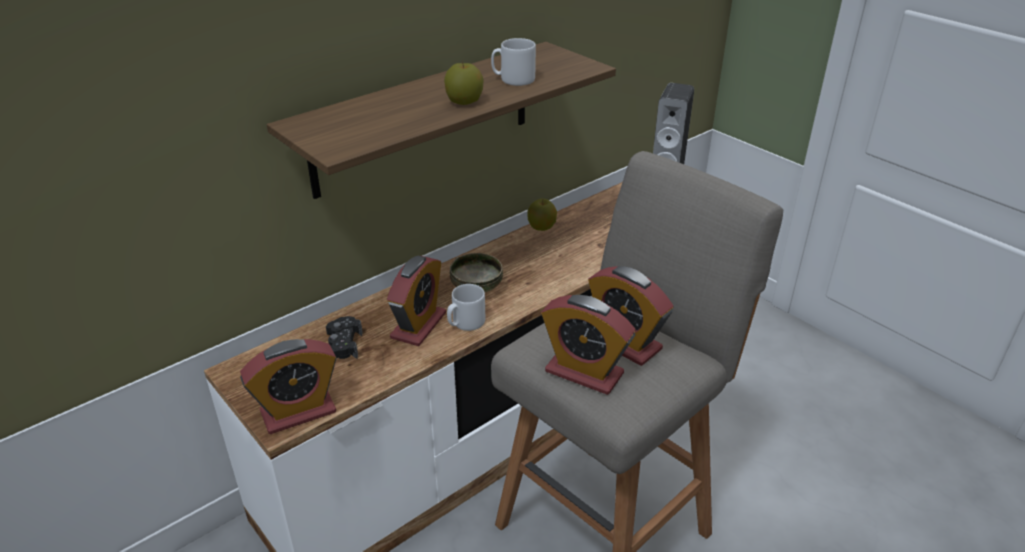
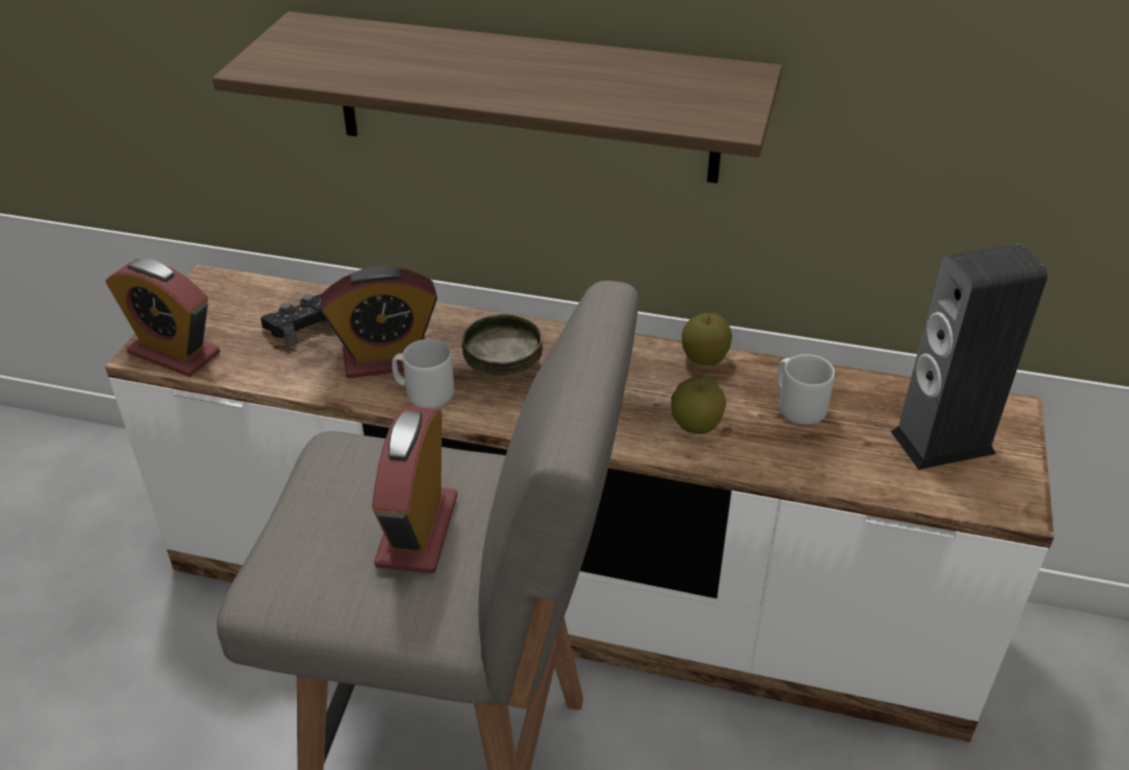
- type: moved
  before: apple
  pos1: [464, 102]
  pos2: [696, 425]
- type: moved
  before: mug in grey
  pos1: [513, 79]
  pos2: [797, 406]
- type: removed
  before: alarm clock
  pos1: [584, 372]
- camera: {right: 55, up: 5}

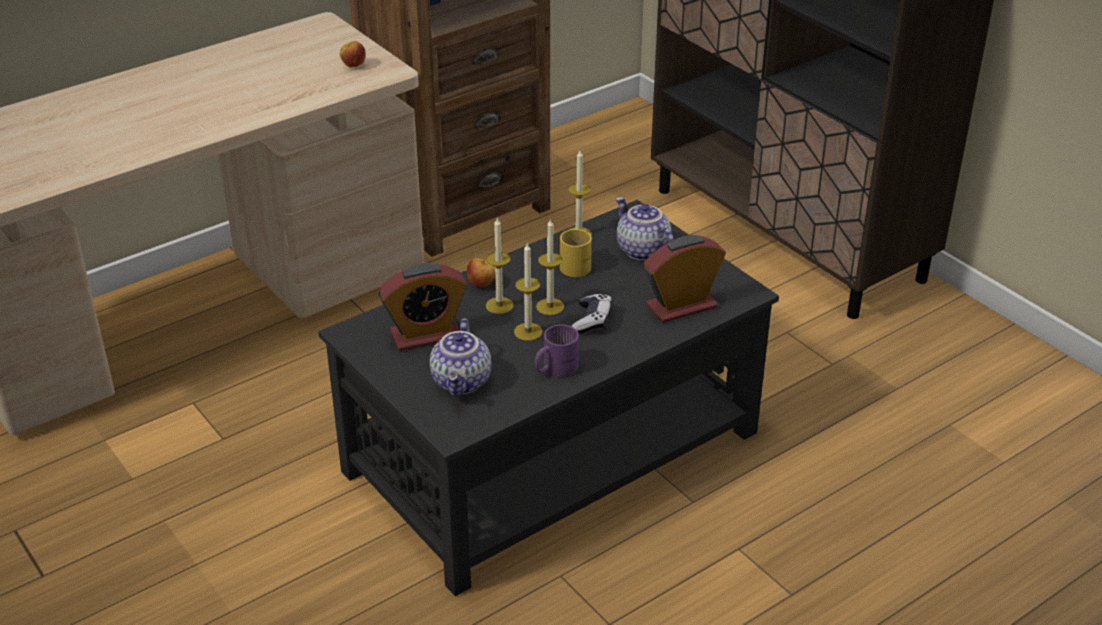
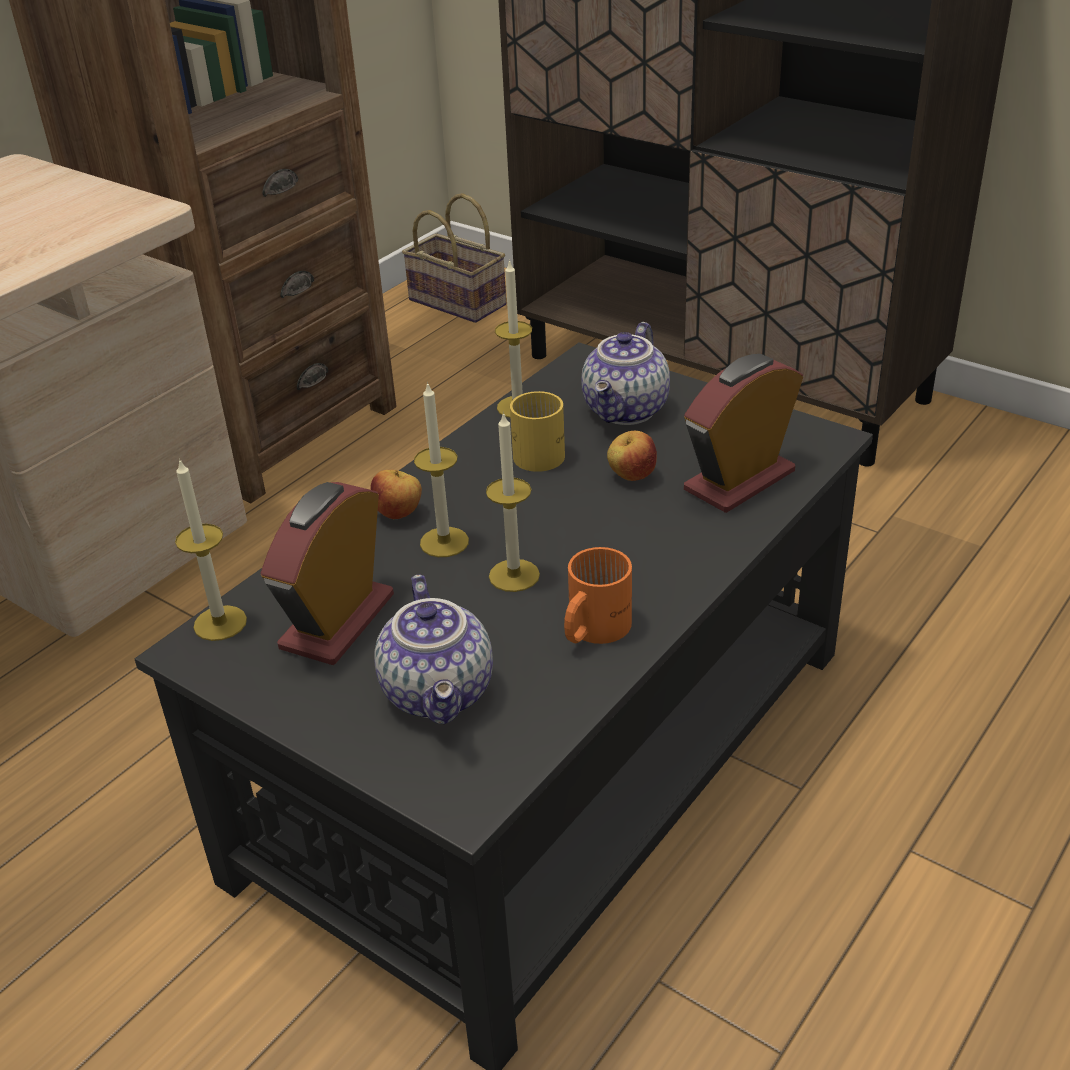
- type: moved
  before: candle
  pos1: [550, 306]
  pos2: [220, 623]
- type: turned
  before: alarm clock
  pos1: [425, 335]
  pos2: [337, 622]
  turn: 150
- type: added
  after: basket
  pos2: [460, 302]
- type: recoloured
  before: mug in purple
  after: mug in orange
  pos1: [554, 368]
  pos2: [591, 629]
- type: turned
  before: teapot
  pos1: [641, 250]
  pos2: [627, 411]
  turn: -105
- type: moved
  before: apple
  pos1: [353, 66]
  pos2: [631, 476]
- type: removed
  before: game controller
  pos1: [592, 320]
- camera: {right: -15, up: 0}

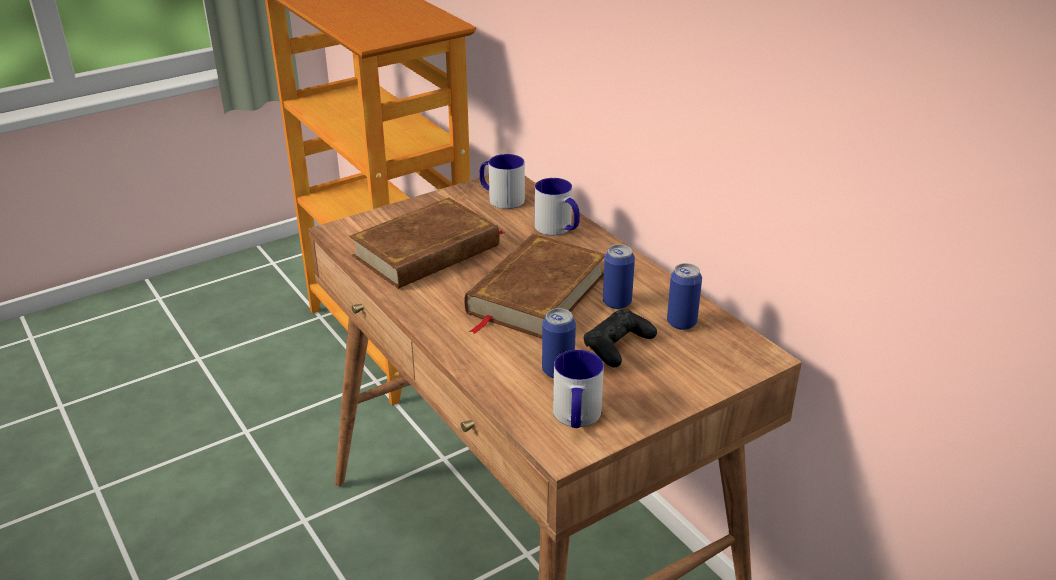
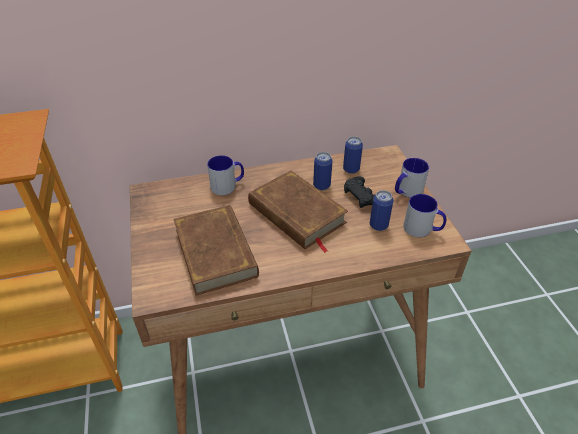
- type: moved
  before: mug
  pos1: [501, 198]
  pos2: [406, 191]
- camera: {right: -70, up: 10}

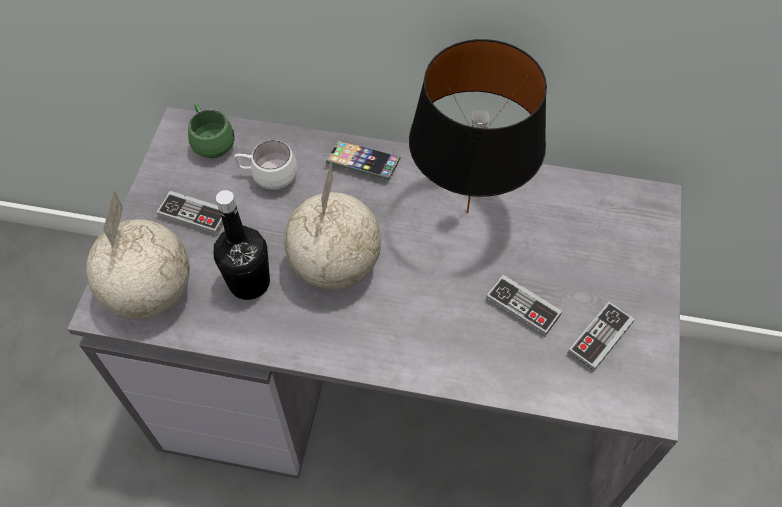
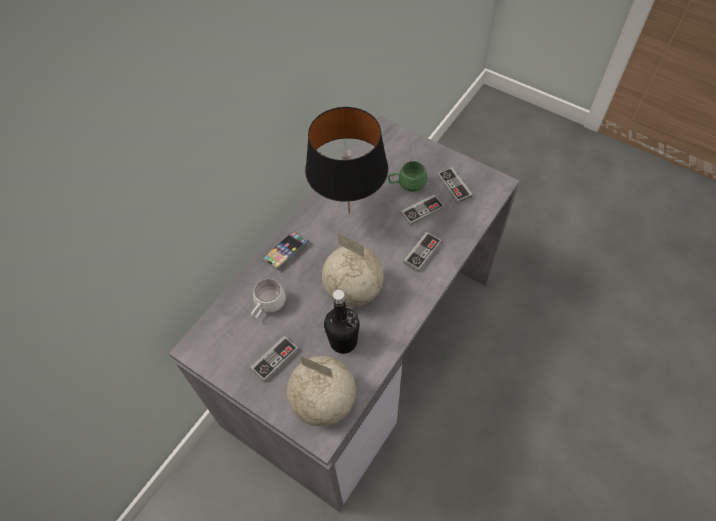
- type: moved
  before: mug in green
  pos1: [211, 142]
  pos2: [406, 185]
- type: added
  after: game controller
  pos2: [422, 253]
- camera: {right: -65, up: 0}

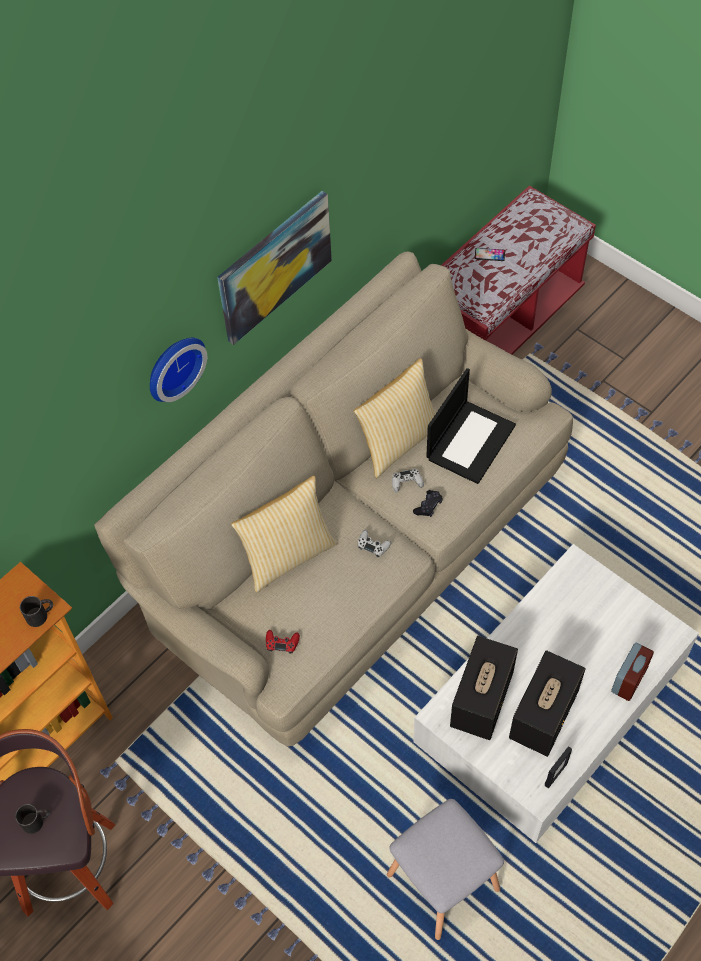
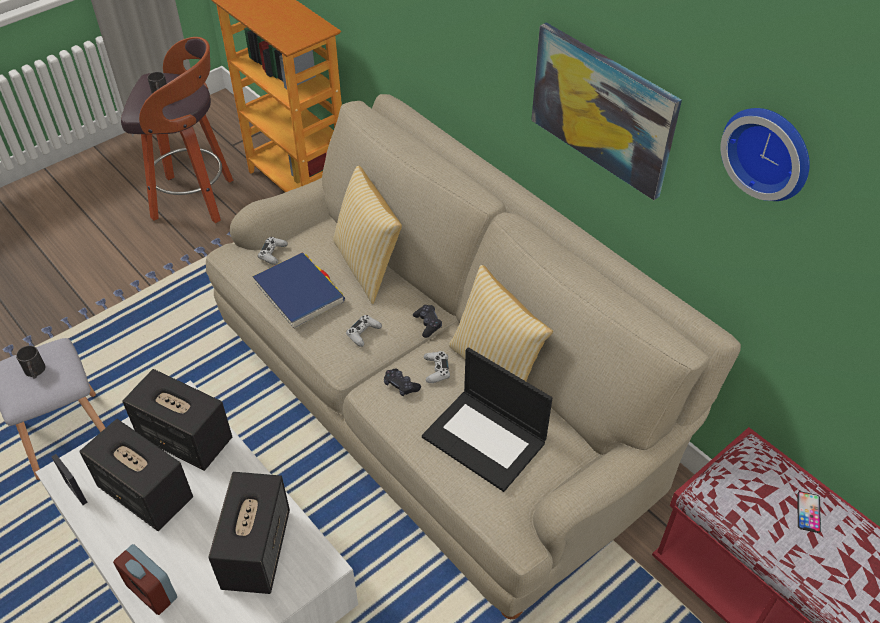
- type: moved
  before: mug in black
  pos1: [41, 615]
  pos2: [35, 372]
- type: added
  after: speaker
  pos2: [256, 549]
- type: added
  after: book in blue
  pos2: [299, 293]
- type: recoloured
  before: game controller in red
  after: game controller in white
  pos1: [282, 643]
  pos2: [273, 254]
- type: added
  after: game controller in black
  pos2: [427, 324]
- type: moved
  before: wall clock
  pos1: [173, 366]
  pos2: [769, 151]
- camera: {right: 95, up: -10}

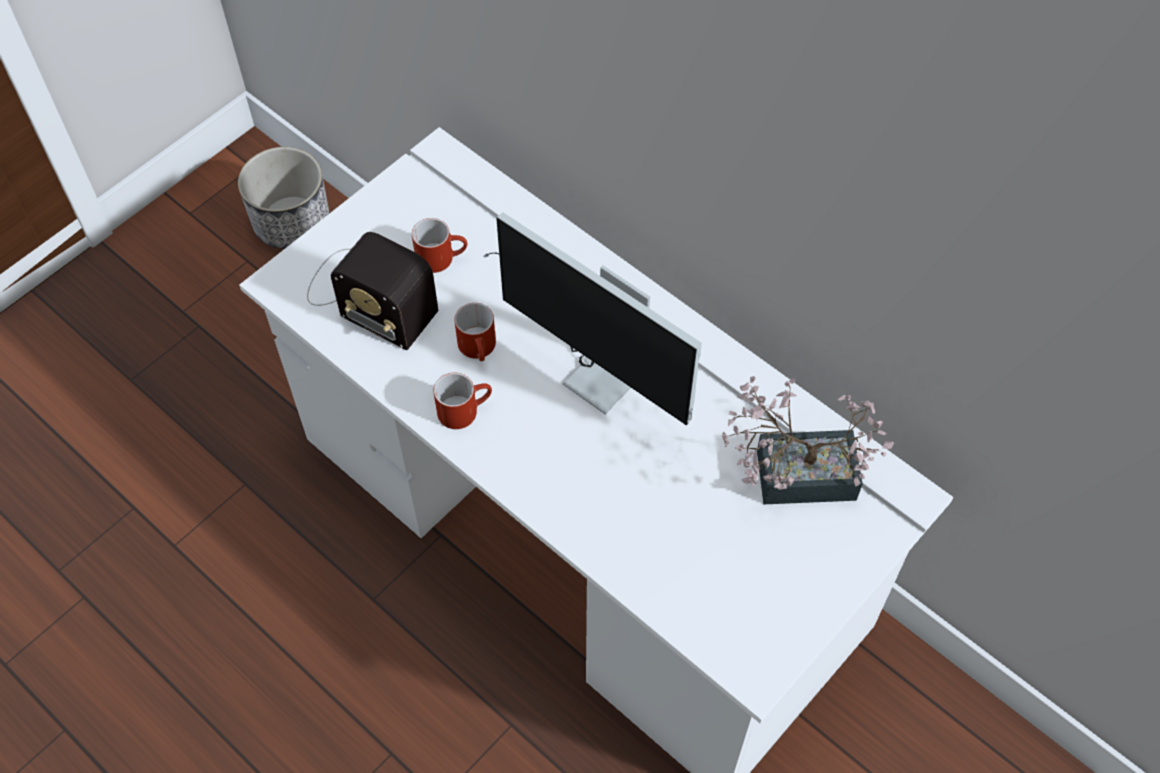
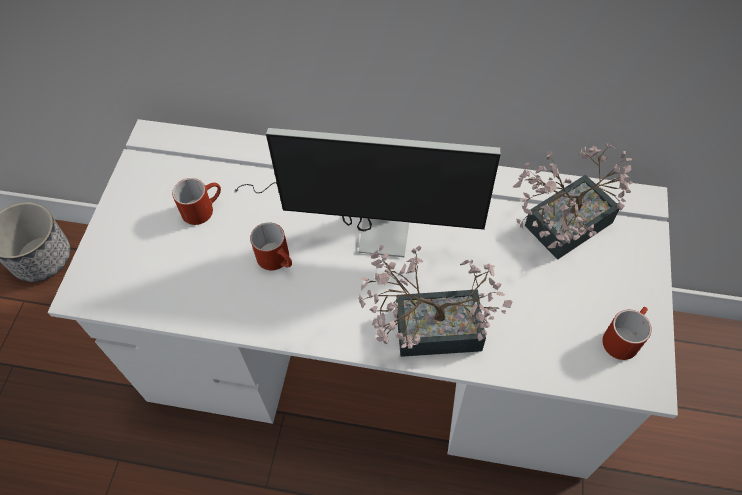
- type: added
  after: potted plant
  pos2: [426, 329]
- type: moved
  before: mug in red
  pos1: [464, 409]
  pos2: [623, 337]
- type: removed
  before: radio
  pos1: [368, 295]
- camera: {right: -30, up: 0}

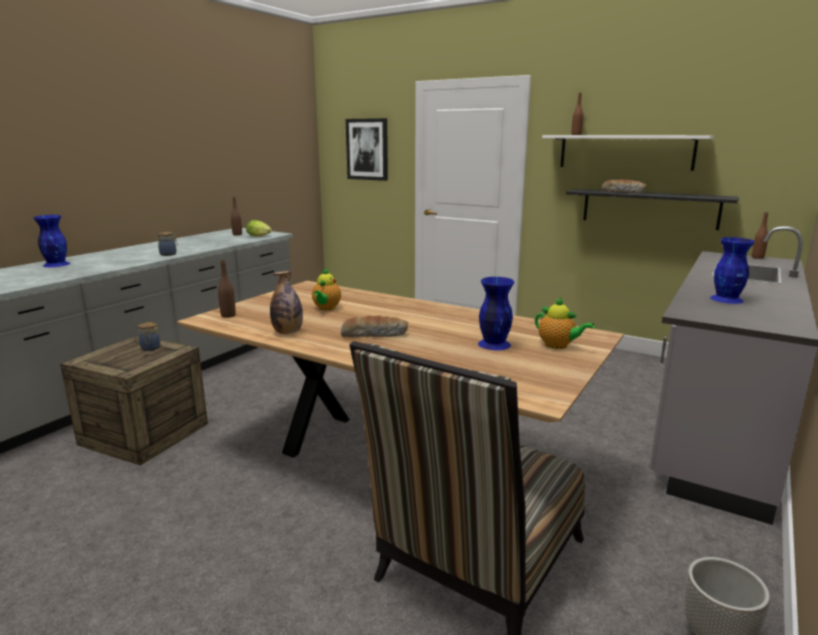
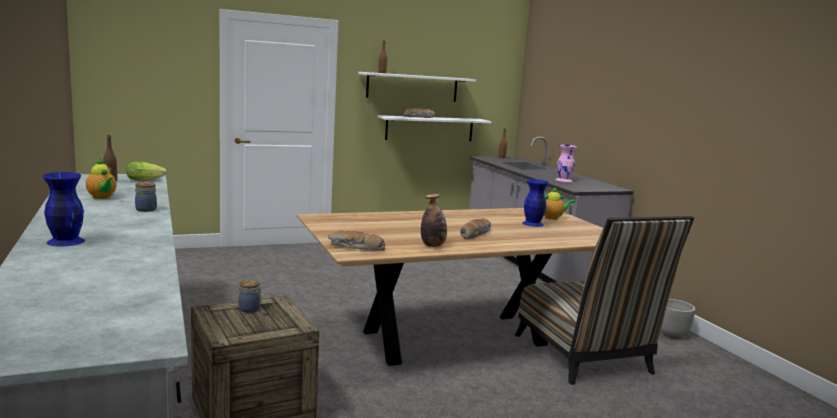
- type: moved
  before: teapot
  pos1: [326, 308]
  pos2: [102, 197]
- type: replaced
  before: bottle in brown
  after: bread
  pos1: [228, 316]
  pos2: [355, 248]
- type: recoloured
  before: shelf in black
  after: shelf in white
  pos1: [649, 208]
  pos2: [430, 128]
- type: recoloured
  before: vase in blue
  after: vase in pink
  pos1: [727, 299]
  pos2: [564, 180]
- type: removed
  before: picture
  pos1: [367, 149]
- camera: {right: -55, up: -5}

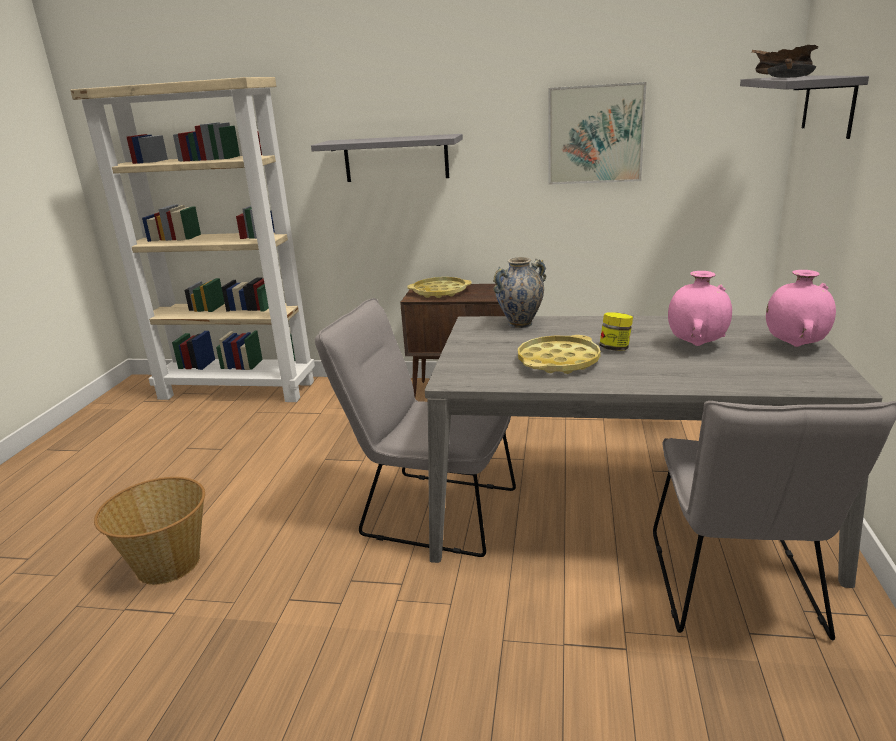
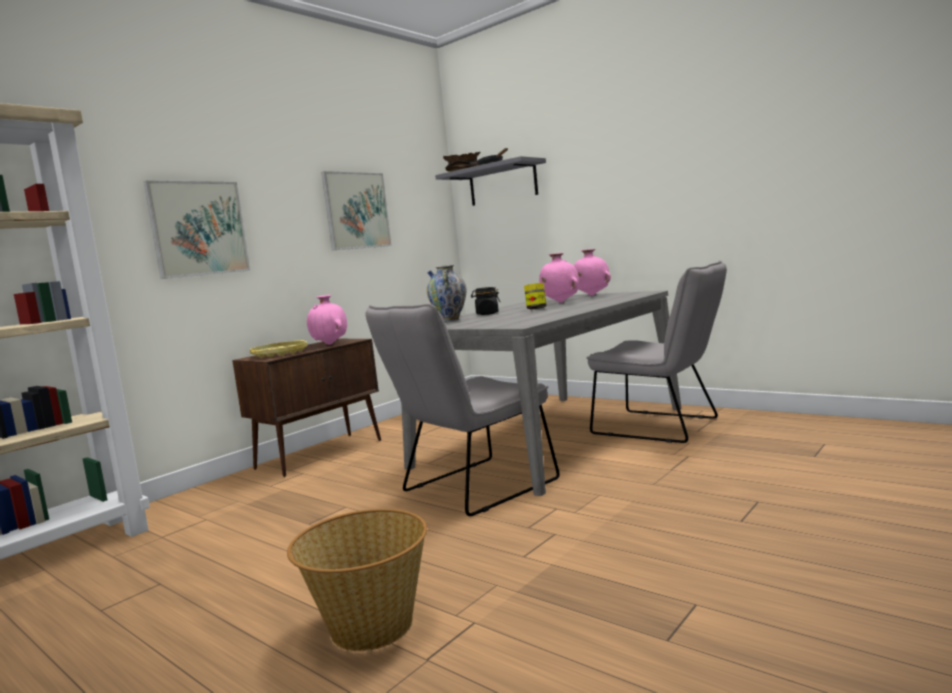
- type: replaced
  before: shelf in grey
  after: picture
  pos1: [396, 158]
  pos2: [198, 228]
- type: added
  after: vase in pink
  pos2: [330, 344]
- type: added
  after: jar in black
  pos2: [487, 314]
- type: removed
  before: tray in yellow
  pos1: [558, 361]
- camera: {right: -60, up: -15}

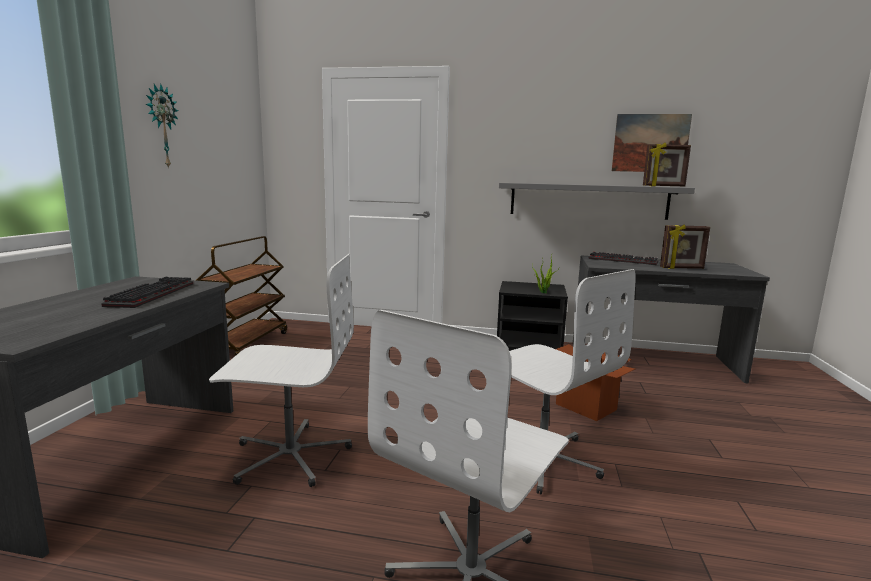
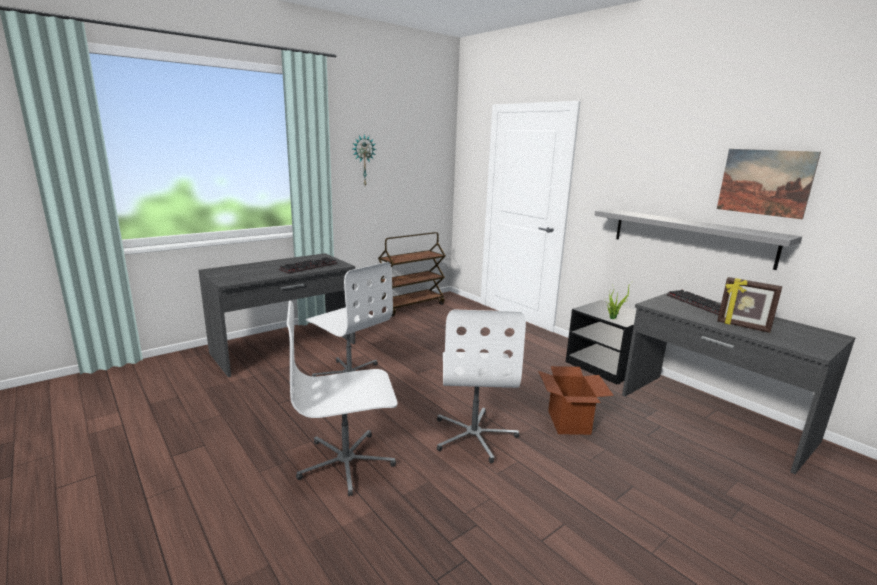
- type: removed
  before: picture frame
  pos1: [664, 186]
- camera: {right: 40, up: 5}

